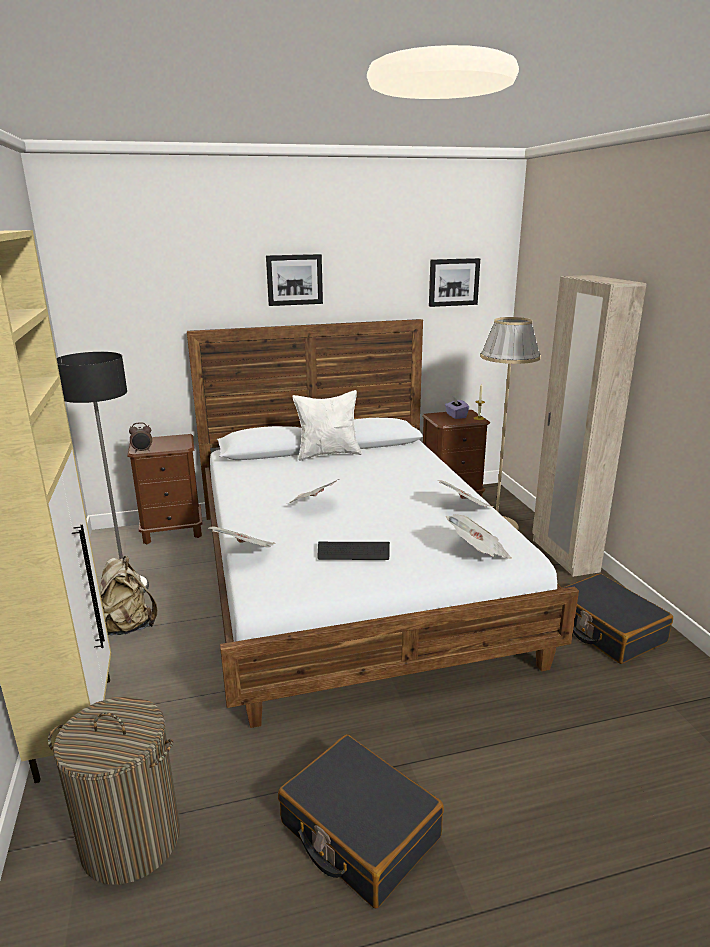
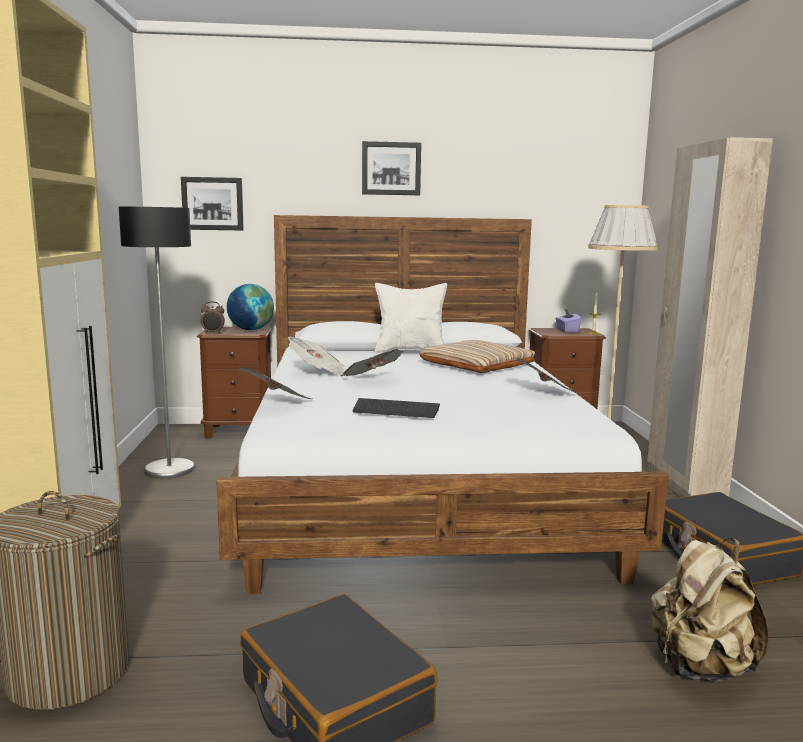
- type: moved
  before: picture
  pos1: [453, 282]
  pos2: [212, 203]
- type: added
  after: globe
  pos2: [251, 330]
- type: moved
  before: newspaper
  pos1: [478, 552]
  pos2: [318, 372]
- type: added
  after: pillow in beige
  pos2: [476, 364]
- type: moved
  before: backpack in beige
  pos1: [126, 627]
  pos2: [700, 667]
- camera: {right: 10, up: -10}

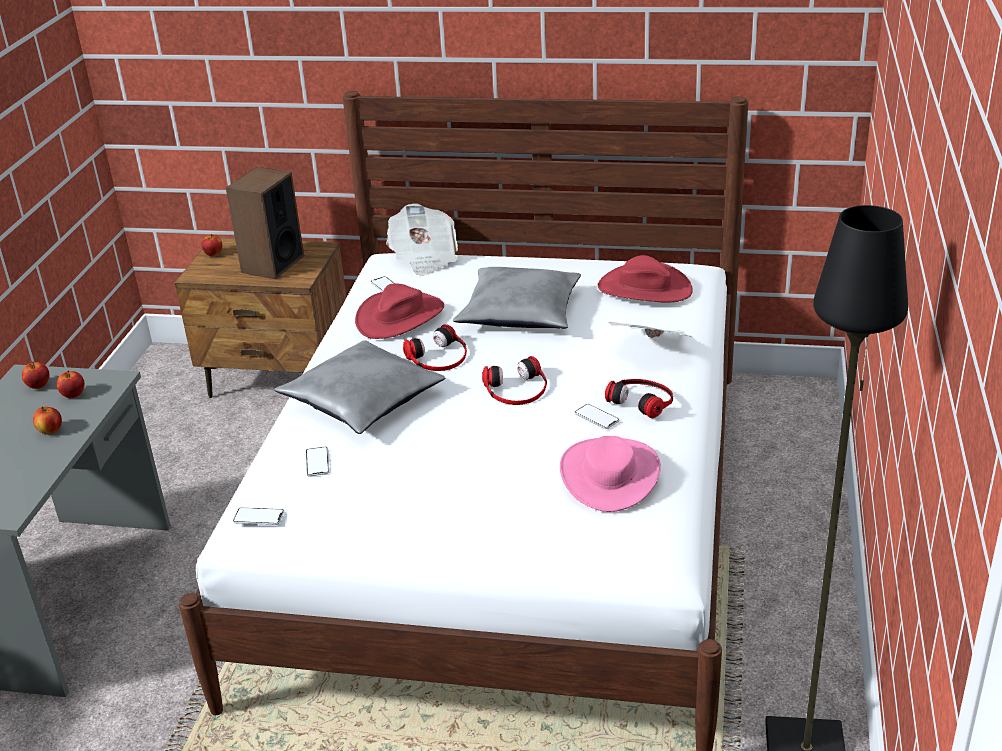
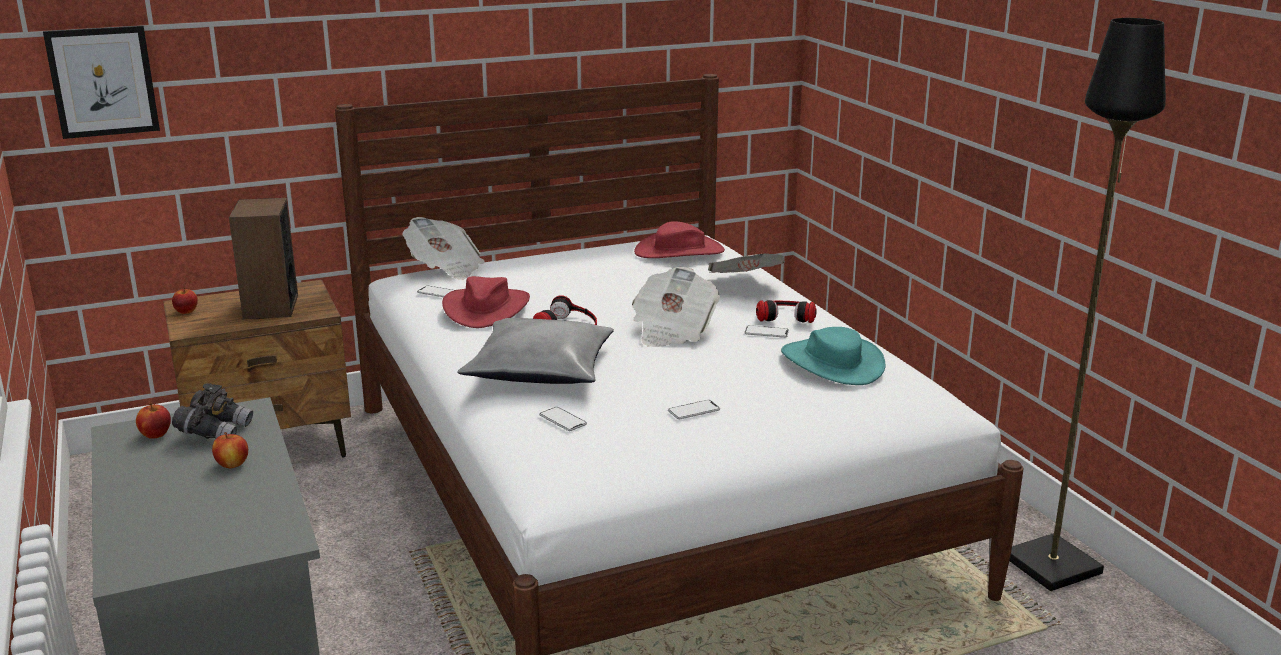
- type: added
  after: picture
  pos2: [103, 81]
- type: replaced
  before: apple
  after: binoculars in grey
  pos1: [73, 395]
  pos2: [215, 431]
- type: replaced
  before: headphones
  after: newspaper
  pos1: [516, 389]
  pos2: [672, 331]
- type: moved
  before: phone
  pos1: [258, 517]
  pos2: [693, 411]
- type: recoloured
  before: hat in pink
  after: hat in turquoise
  pos1: [610, 474]
  pos2: [832, 363]
- type: removed
  before: pillow in grey
  pos1: [521, 312]
- camera: {right: -35, up: -10}

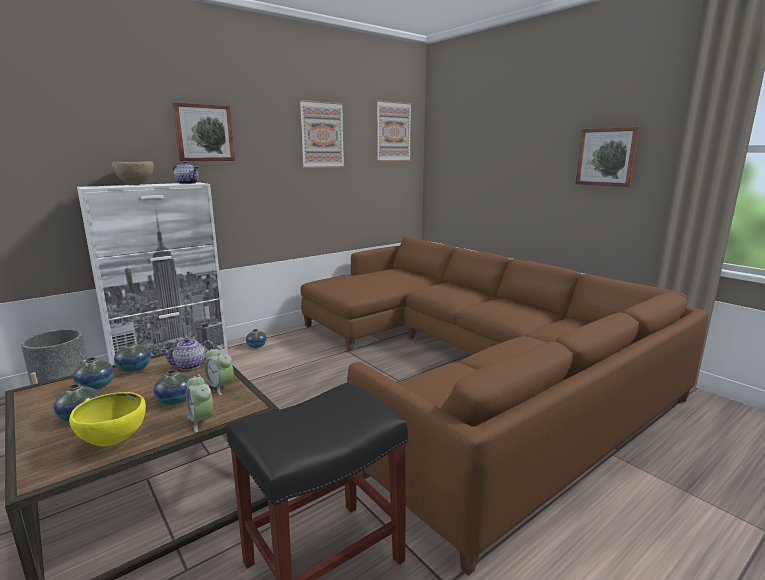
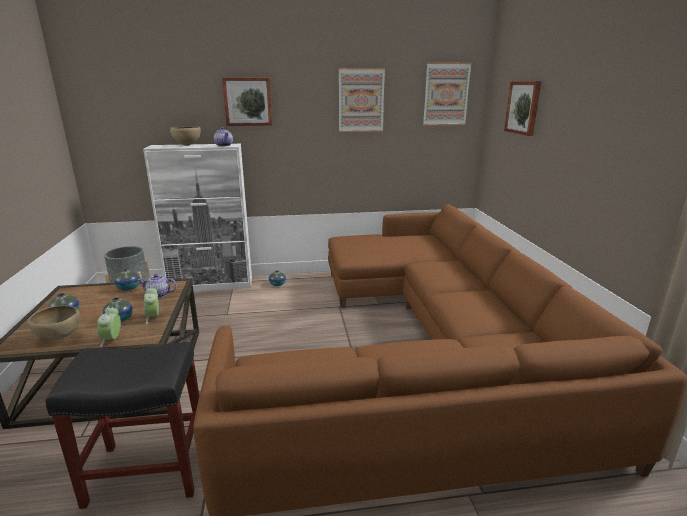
- type: recoloured
  before: bowl in yellow
  after: bowl in brown
  pos1: [114, 441]
  pos2: [59, 338]
- type: moved
  before: picture
  pos1: [607, 157]
  pos2: [523, 107]
- type: removed
  before: vase
  pos1: [96, 386]
- camera: {right: 30, up: 5}

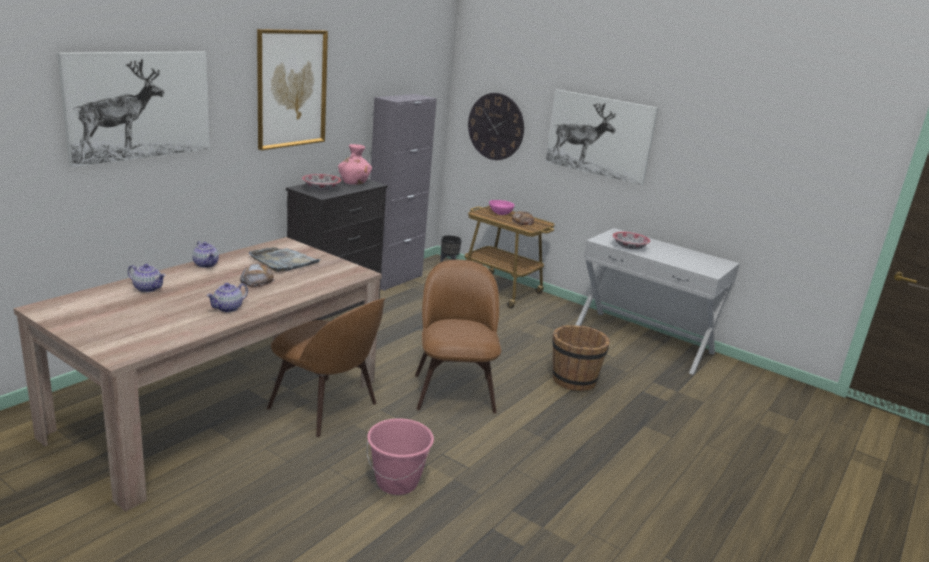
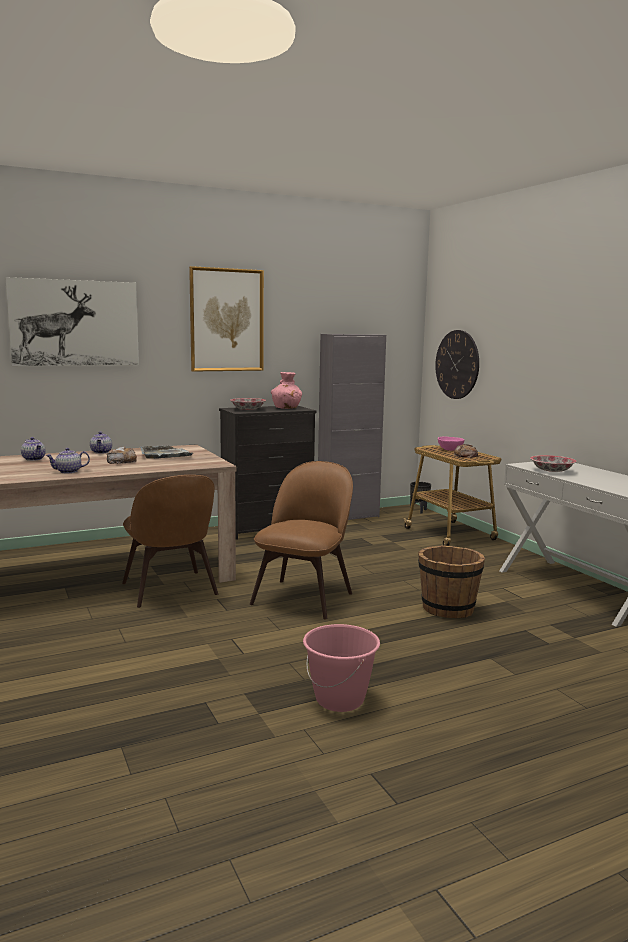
- type: moved
  before: bucket in pink
  pos1: [397, 482]
  pos2: [340, 699]
- type: removed
  before: picture
  pos1: [599, 136]
- camera: {right: 30, up: -10}

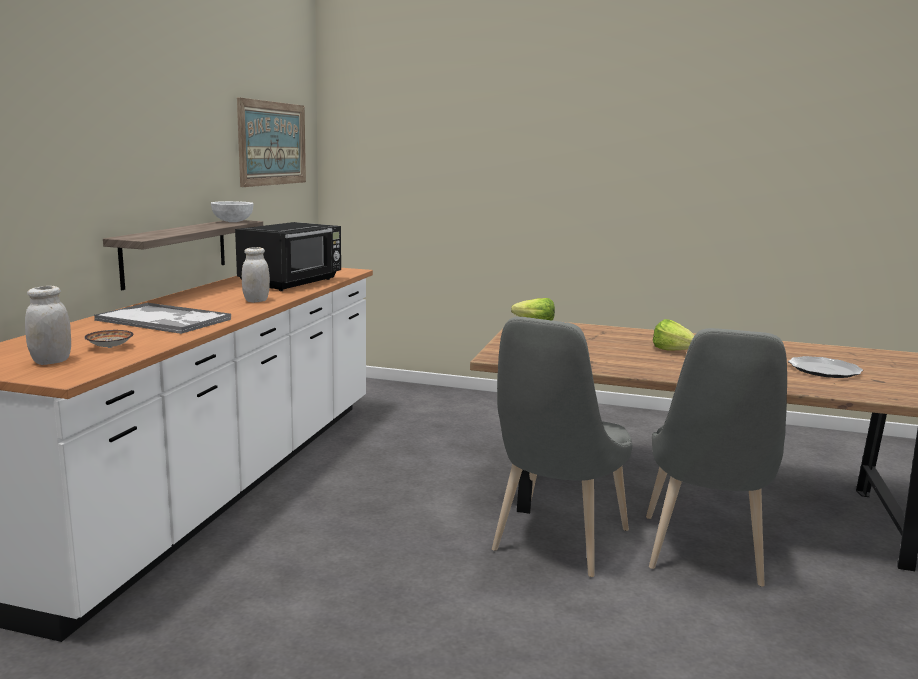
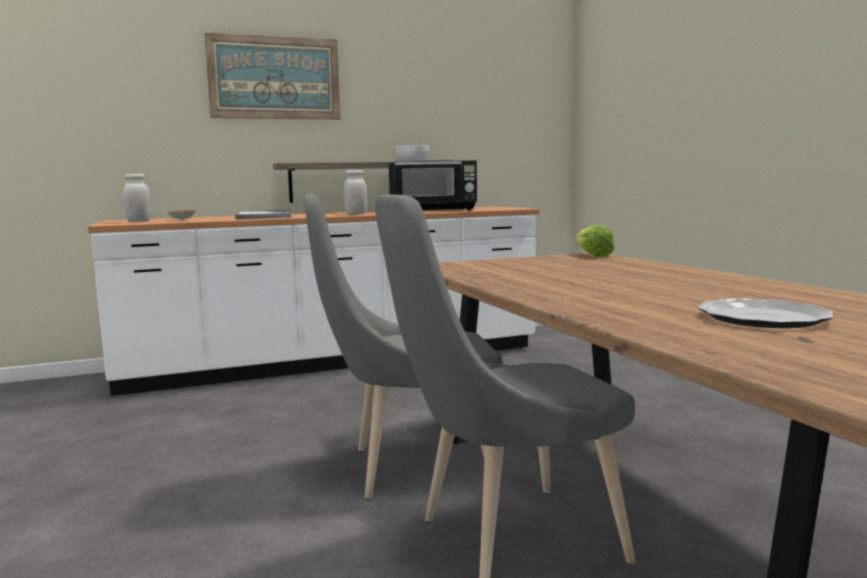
- type: moved
  before: picture
  pos1: [272, 143]
  pos2: [275, 78]
- type: removed
  before: lettuce
  pos1: [676, 352]
- camera: {right: 55, up: -5}

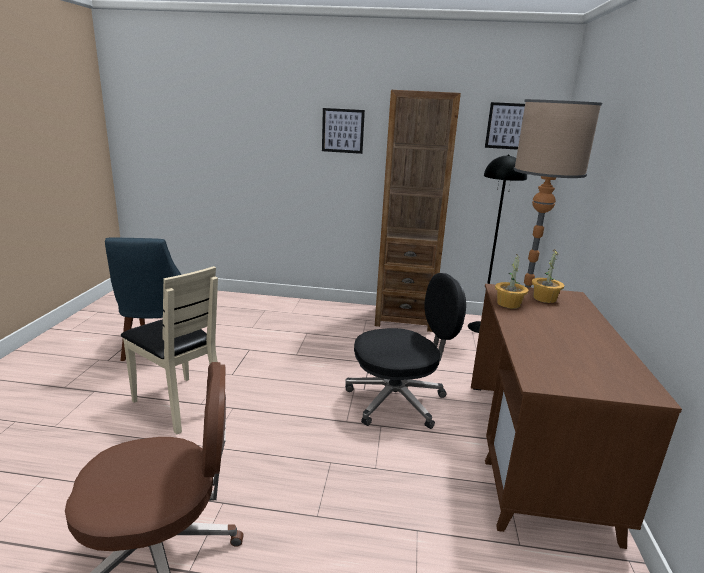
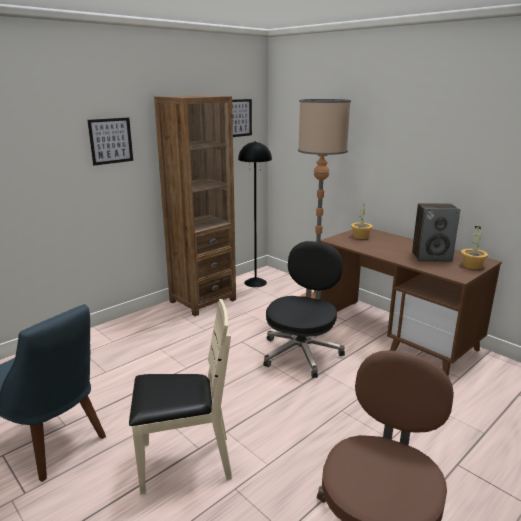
- type: added
  after: speaker
  pos2: [431, 257]
- type: moved
  before: potted plant
  pos1: [508, 304]
  pos2: [472, 265]
- camera: {right: -50, up: 0}

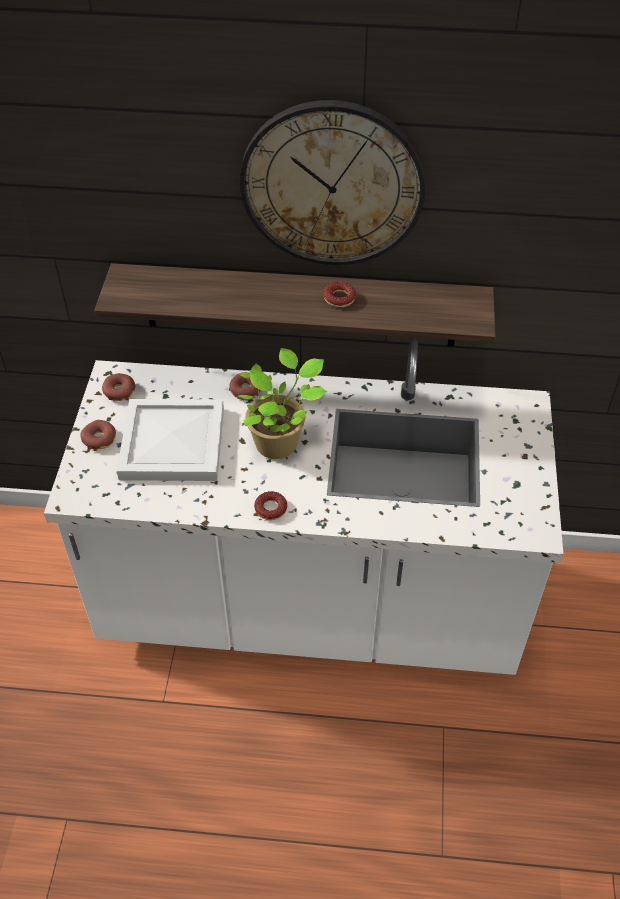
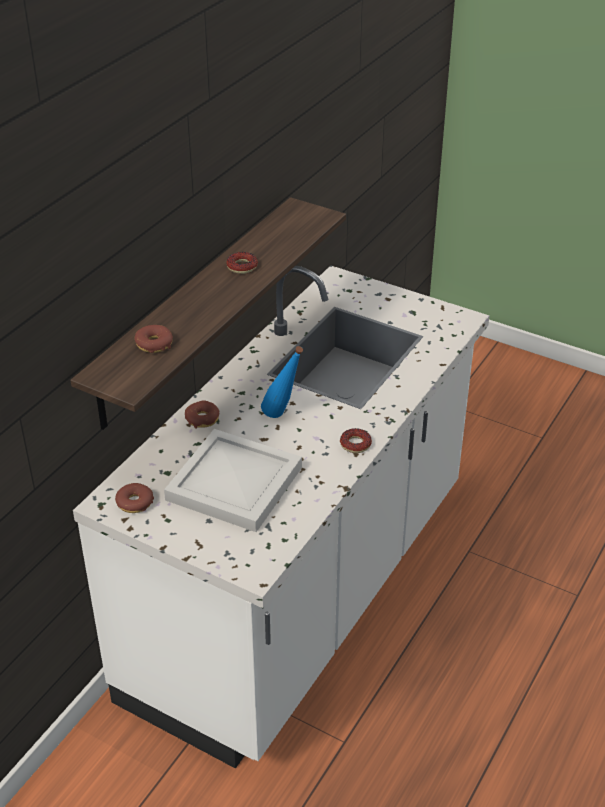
- type: moved
  before: donut
  pos1: [99, 439]
  pos2: [154, 344]
- type: replaced
  before: potted plant
  after: bottle in blue
  pos1: [279, 442]
  pos2: [283, 417]
- type: removed
  before: wall clock
  pos1: [332, 185]
- camera: {right: -65, up: -10}

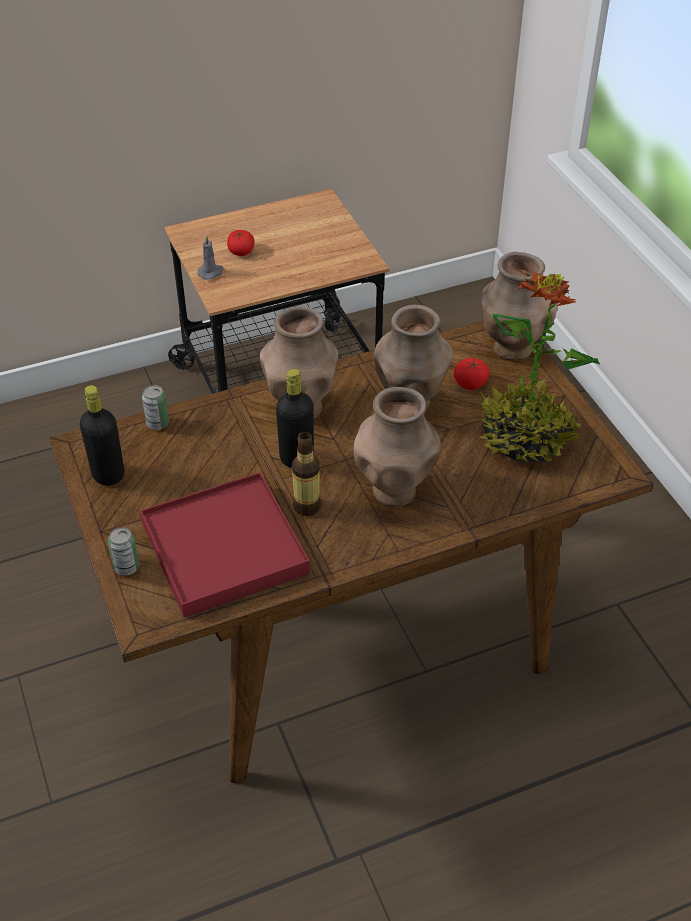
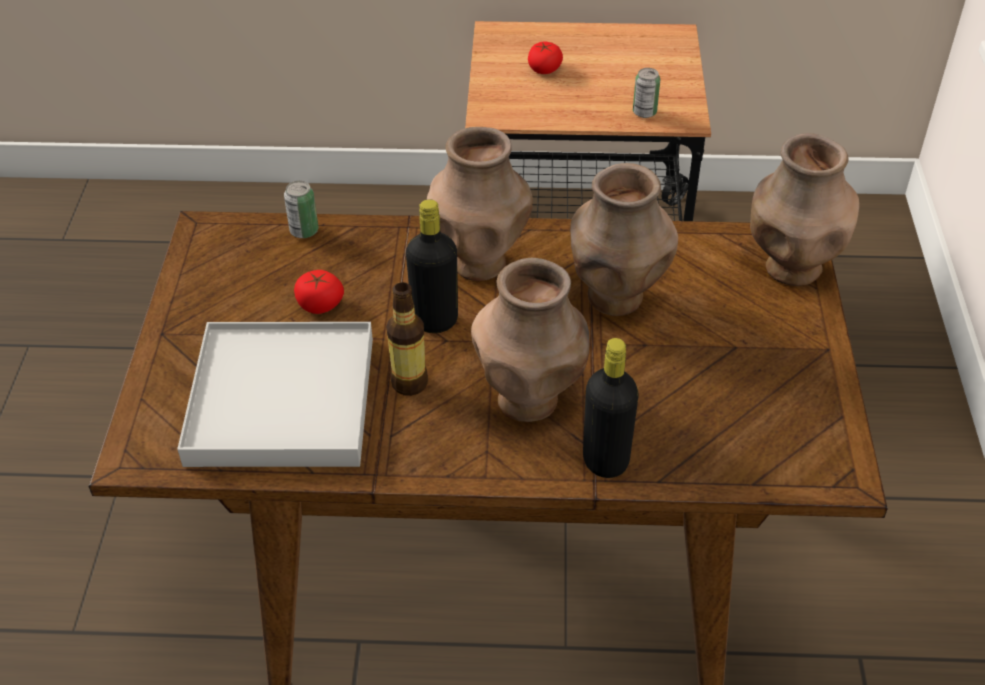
- type: recoloured
  before: tray in red
  after: tray in white
  pos1: [224, 548]
  pos2: [281, 401]
- type: moved
  before: tomato
  pos1: [470, 383]
  pos2: [320, 304]
- type: moved
  before: bottle in black
  pos1: [108, 475]
  pos2: [605, 460]
- type: moved
  before: can
  pos1: [126, 567]
  pos2: [644, 112]
- type: removed
  before: candle in grey
  pos1: [211, 272]
- type: removed
  before: potted plant
  pos1: [525, 437]
- camera: {right: 25, up: 0}

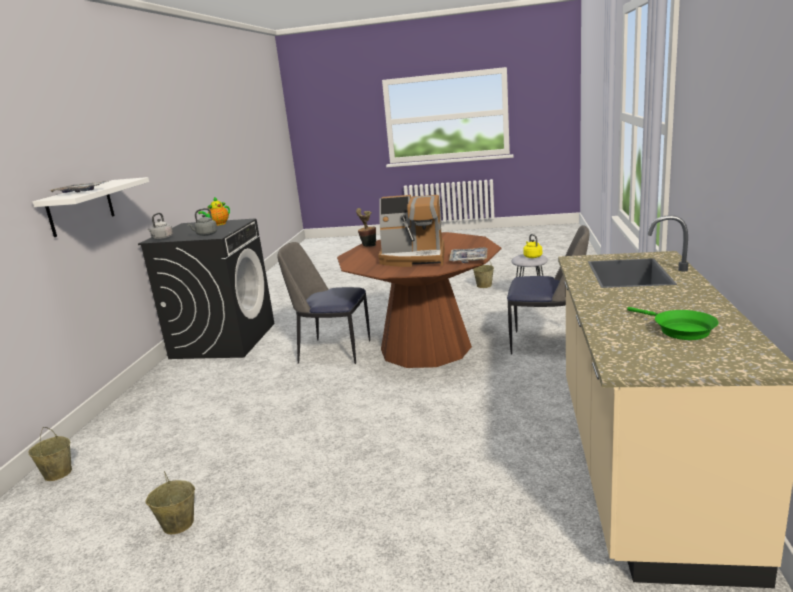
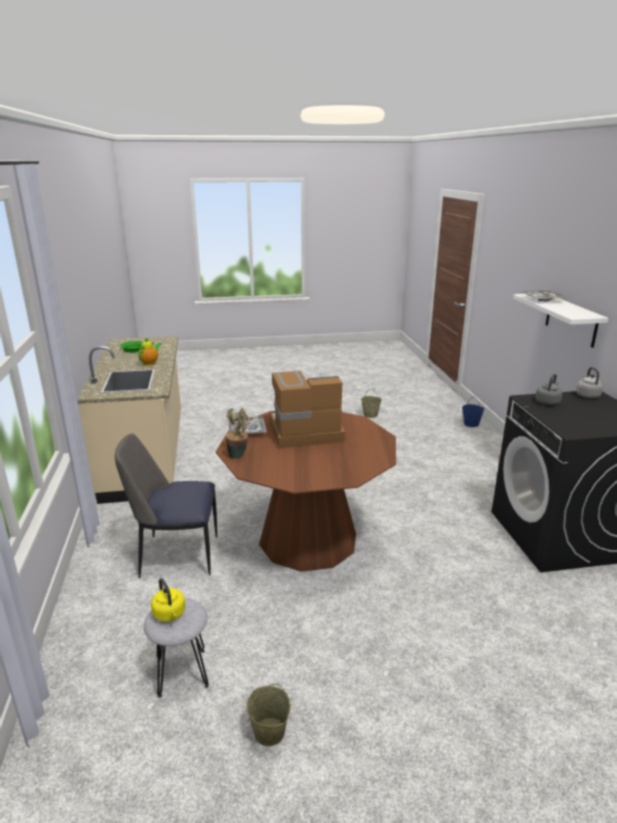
- type: moved
  before: teapot
  pos1: [218, 224]
  pos2: [150, 363]
- type: moved
  before: potted plant
  pos1: [367, 246]
  pos2: [238, 454]
- type: recoloured
  before: bucket in beige
  after: bucket in blue
  pos1: [57, 473]
  pos2: [471, 424]
- type: removed
  before: chair
  pos1: [332, 351]
- camera: {right: 160, up: 5}

